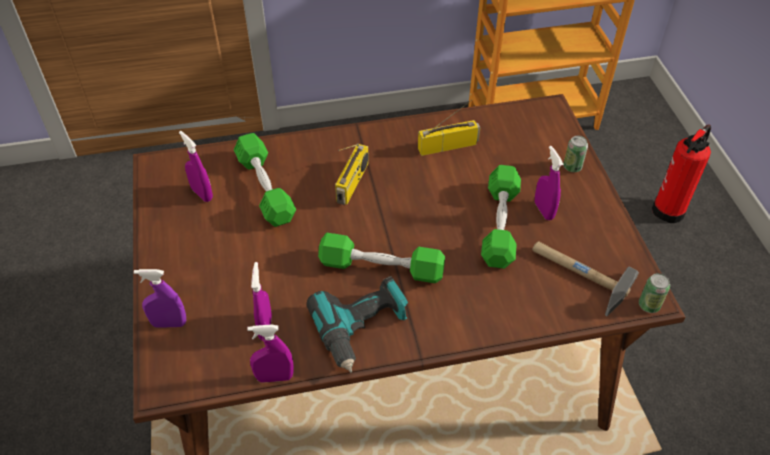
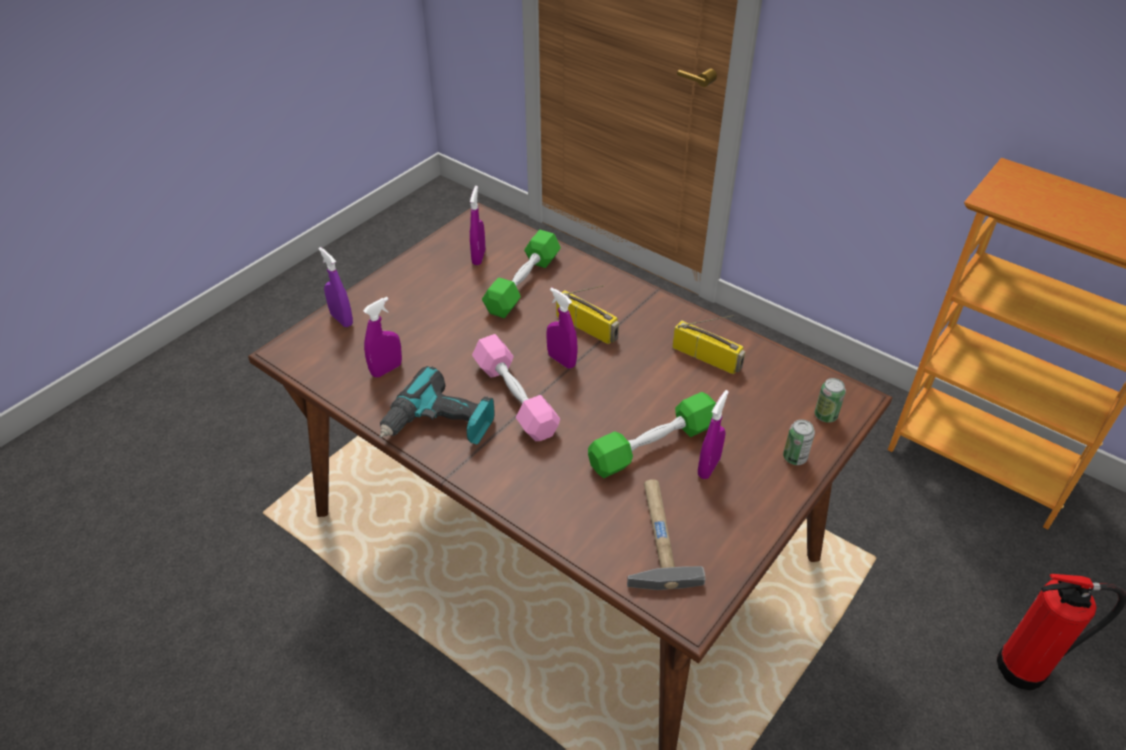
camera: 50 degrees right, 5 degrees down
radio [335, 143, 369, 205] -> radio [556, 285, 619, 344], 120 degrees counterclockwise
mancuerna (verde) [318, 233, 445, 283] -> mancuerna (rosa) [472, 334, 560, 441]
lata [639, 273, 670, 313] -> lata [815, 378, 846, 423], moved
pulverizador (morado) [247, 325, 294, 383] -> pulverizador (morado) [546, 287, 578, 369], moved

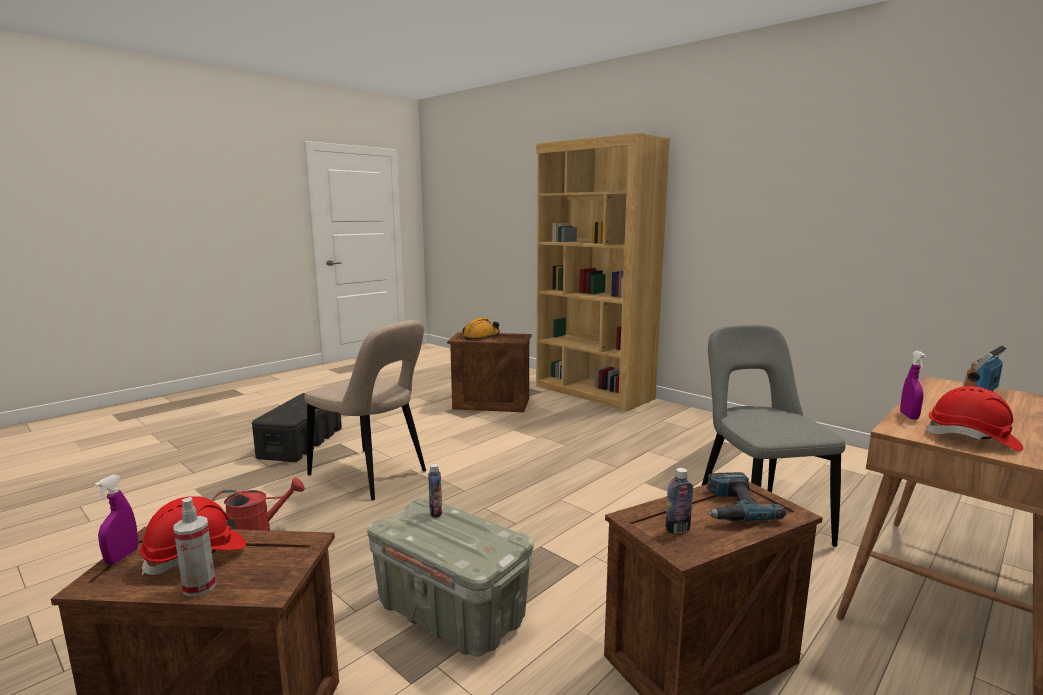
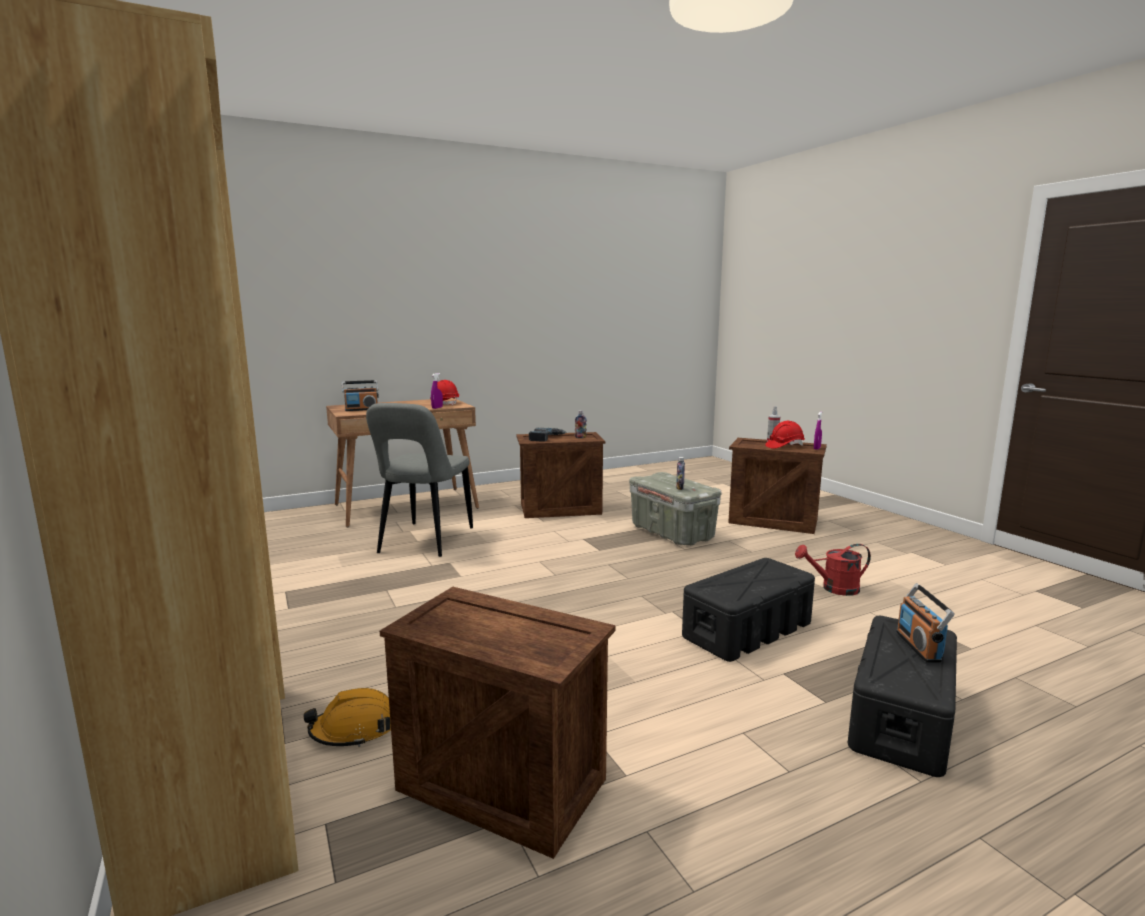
camera: 160 degrees left, 0 degrees up
casco (naranja) [462, 318, 500, 340] -> casco (naranja) [303, 688, 391, 747], moved
silla (beis) [304, 320, 426, 500] -> caja de almacenaje (negro) [682, 558, 815, 662]
none -> radio [896, 583, 955, 663]

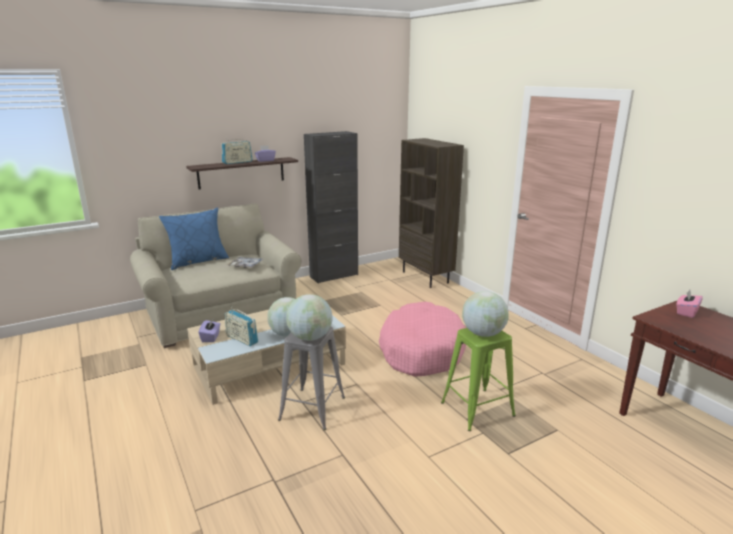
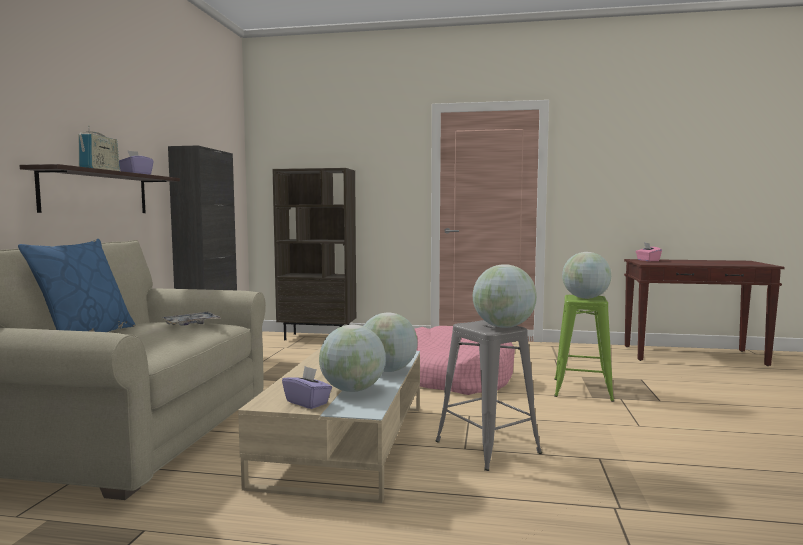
camera: 50 degrees left, 15 degrees down
radio [225, 307, 258, 346] -> globo terráqueo [319, 325, 386, 392]

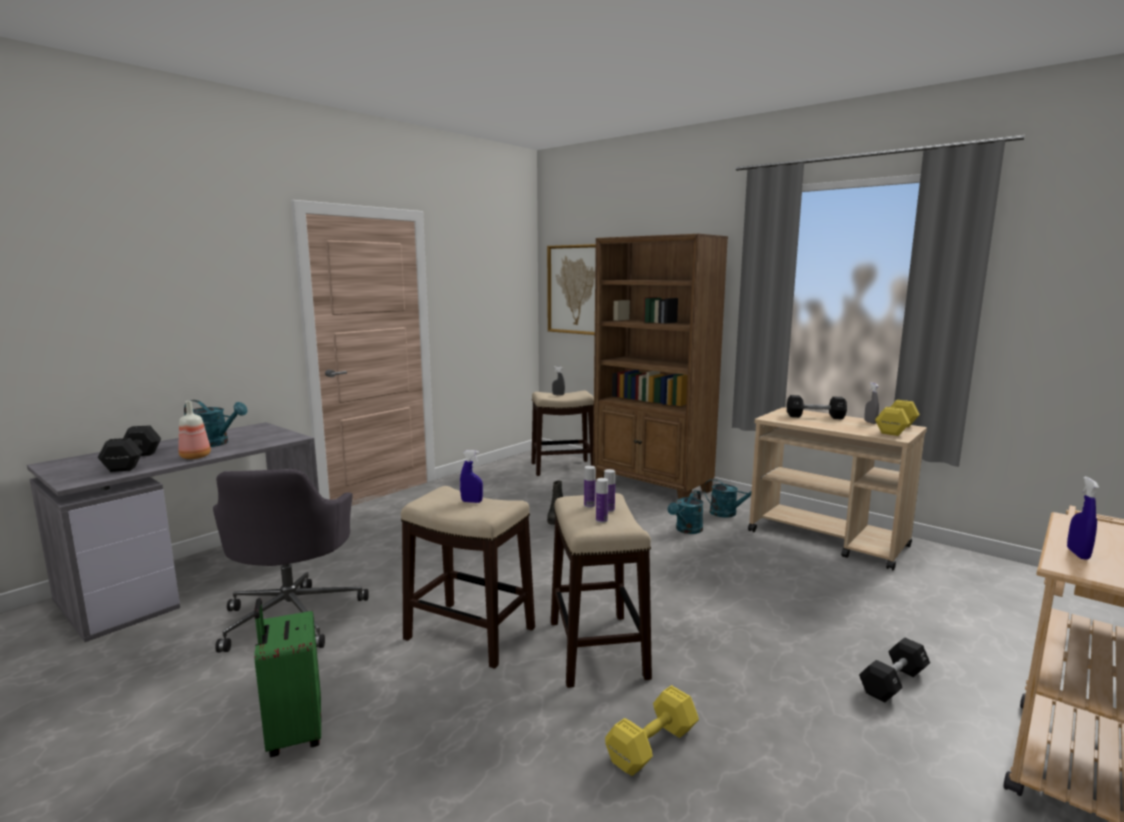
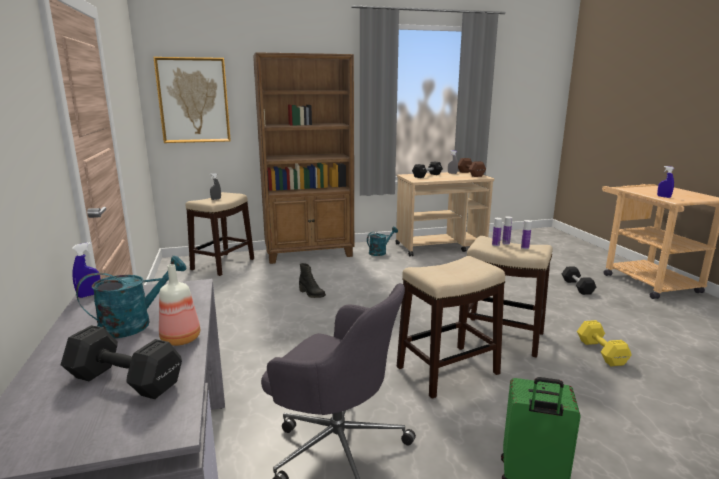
camera: 55 degrees left, 5 degrees up
mancuerna (amarillo) [875, 400, 920, 436] -> mancuerna (marrón) [458, 158, 486, 177]
pulverizador (azul) [460, 450, 483, 503] -> pulverizador (azul) [72, 242, 100, 298], moved
regadera (turquesa) [668, 490, 704, 534] -> none

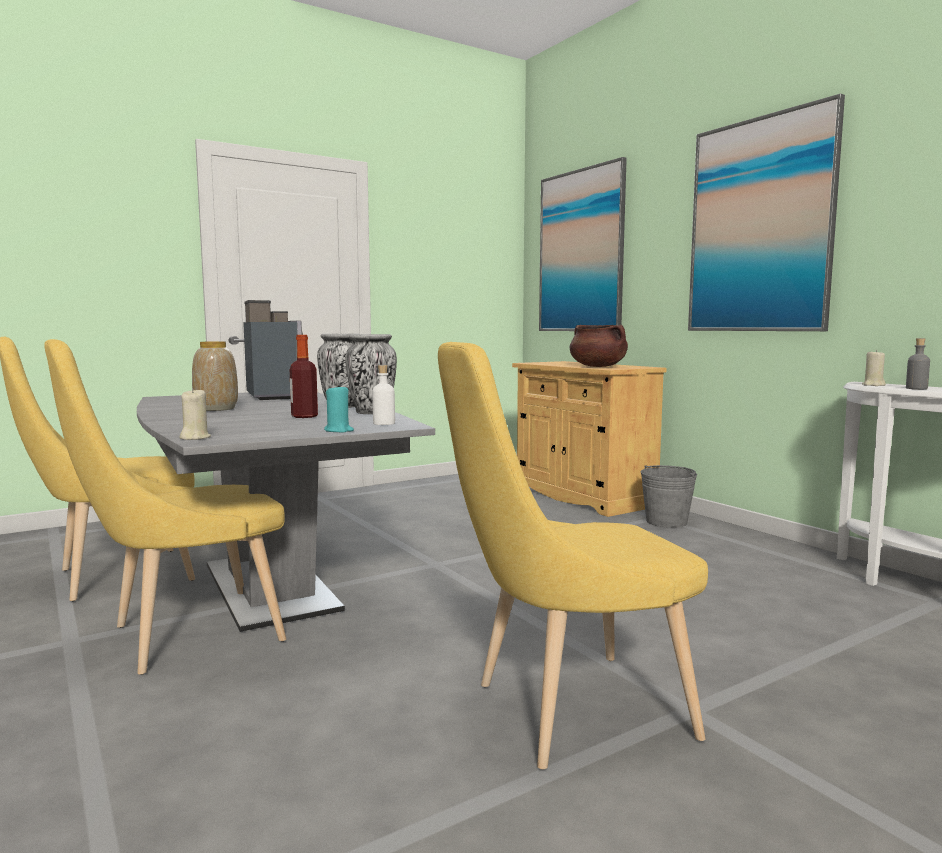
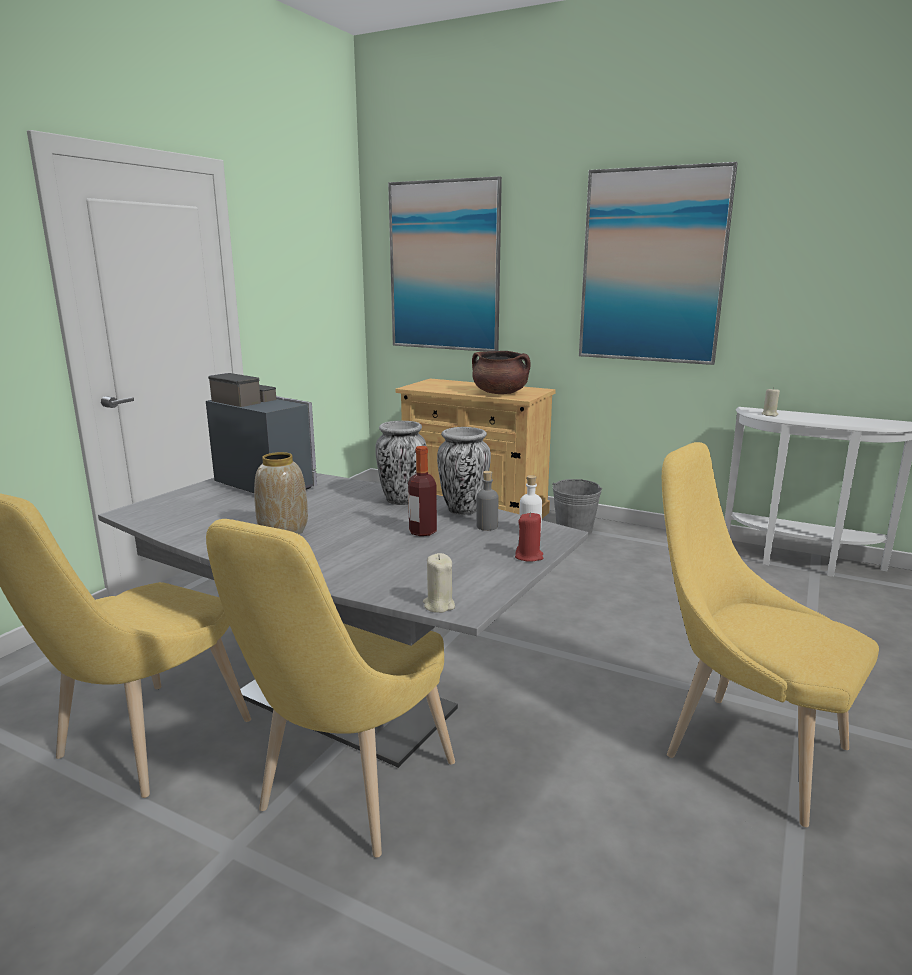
camera: 30 degrees left, 10 degrees up
botella (gris) [906, 338, 930, 389] -> botella (gris) [476, 471, 498, 531], moved
silla (amarillo) [438, 342, 708, 769] -> silla (amarillo) [662, 442, 879, 827], 90 degrees clockwise
vela (turquesa) [324, 384, 354, 433] -> vela (rojo) [515, 512, 543, 562]

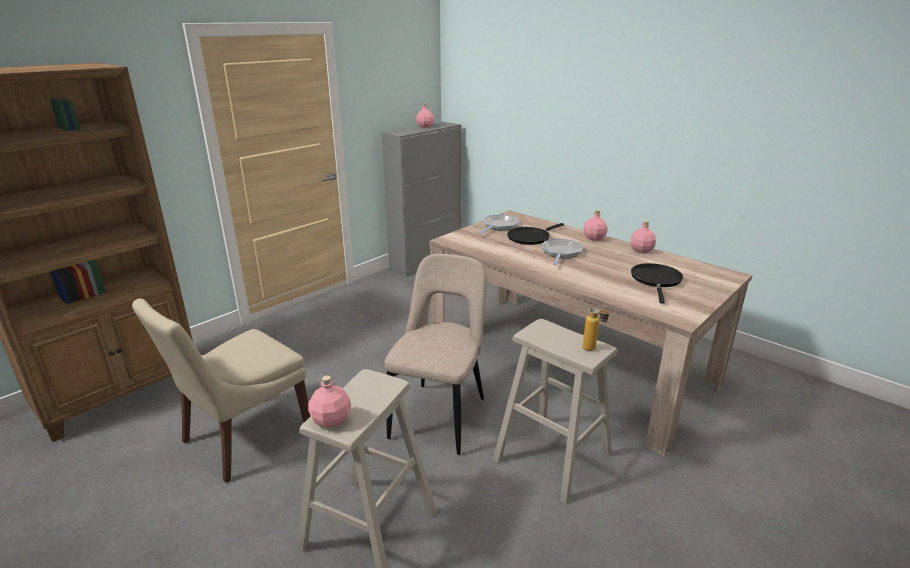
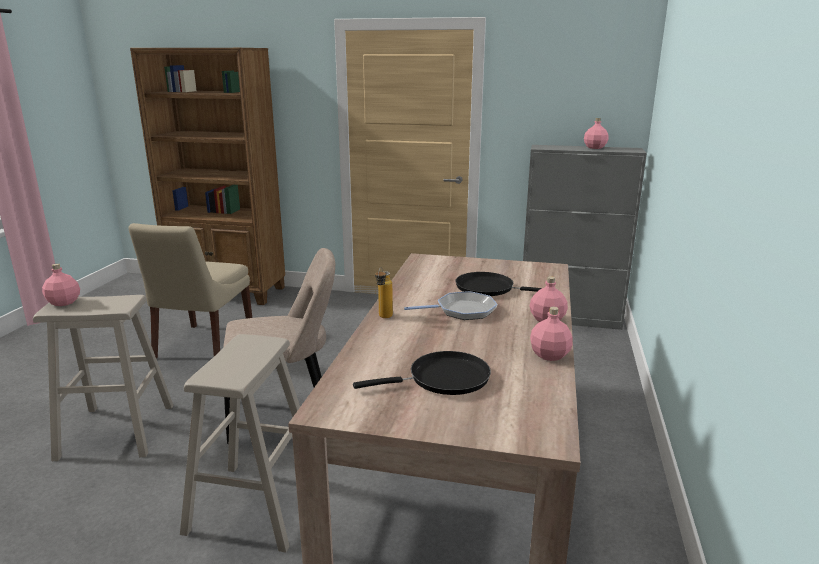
camera: 60 degrees right, 5 degrees down
sartén [479, 214, 520, 234] -> none
silla (beis) [132, 298, 311, 483] -> silla (beis) [129, 223, 252, 358], 90 degrees counterclockwise
botella [583, 306, 610, 351] -> botella [375, 267, 393, 318], moved

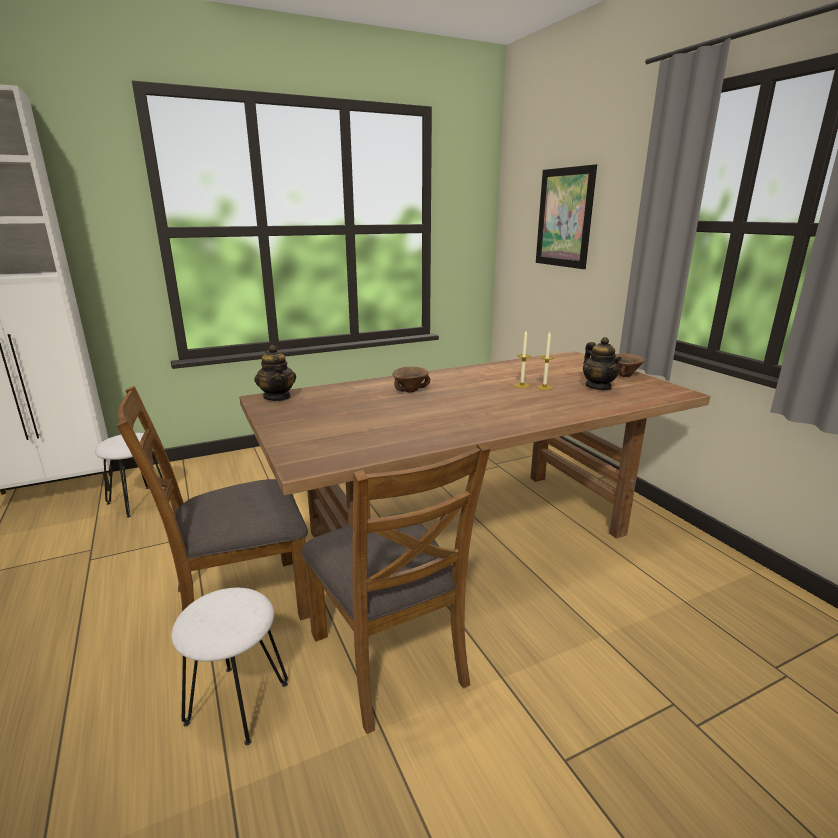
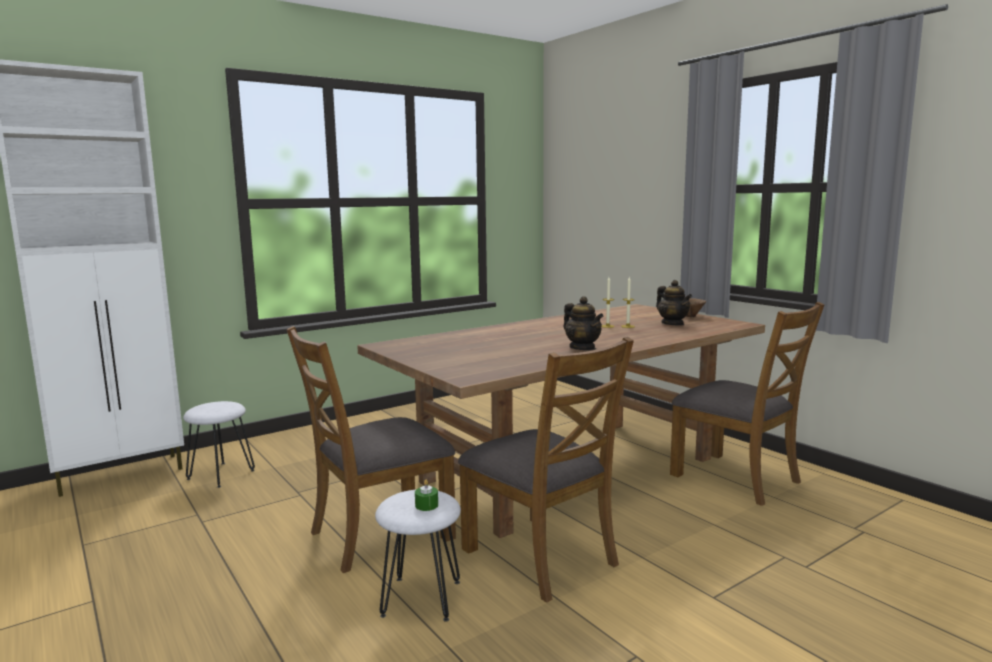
camera: 10 degrees left, 10 degrees down
cuadro [536, 164, 597, 269] -> none
tetera [254, 345, 296, 401] -> tetera [564, 296, 604, 350], moved
cuenco (marrón) [392, 367, 430, 393] -> none
none -> silla (marrón) [670, 302, 824, 506]
none -> vela (verde) [415, 480, 438, 511]

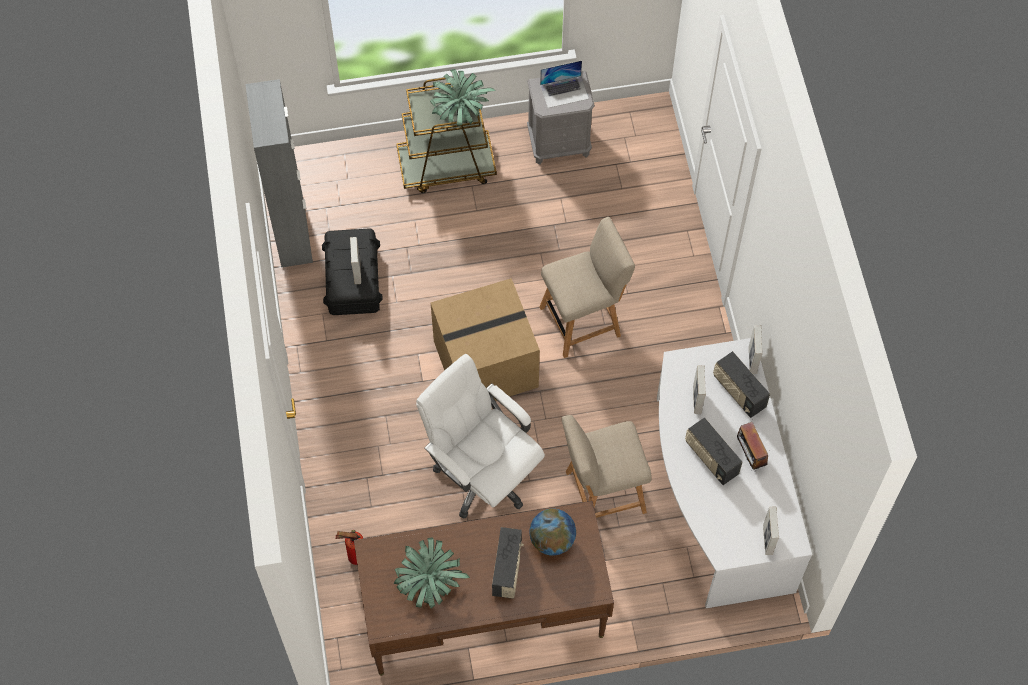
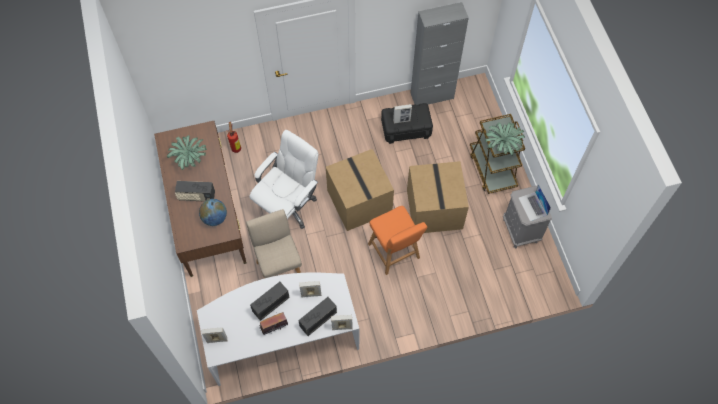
camera: 85 degrees right, 0 degrees up
silla (beis) [539, 217, 635, 358] -> silla (naranja) [368, 206, 427, 275]
none -> caja de cartón [407, 161, 469, 233]

